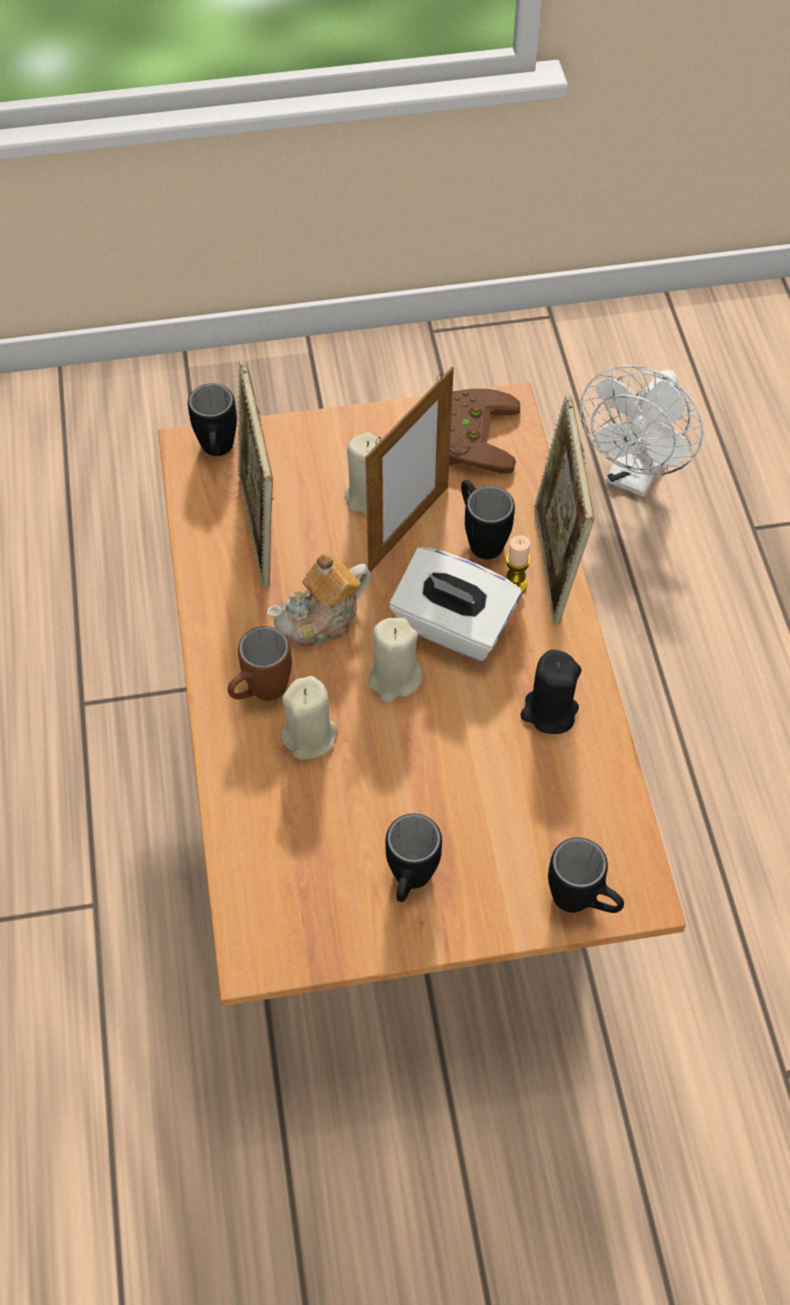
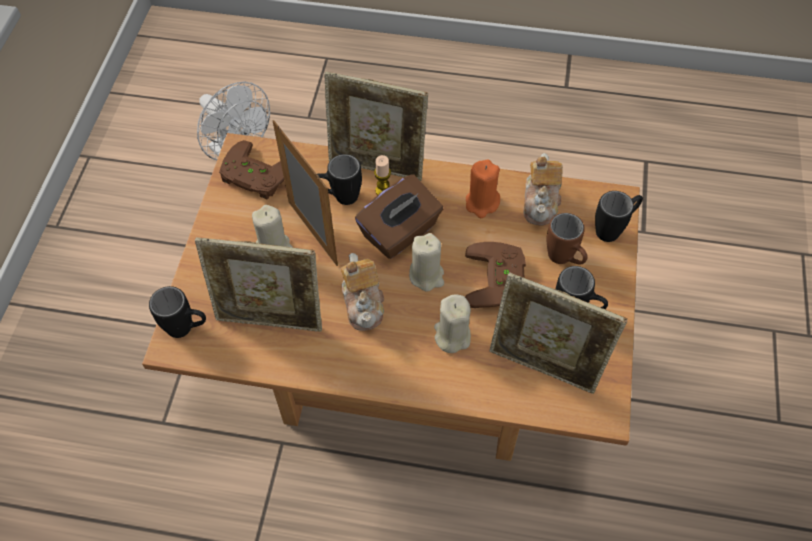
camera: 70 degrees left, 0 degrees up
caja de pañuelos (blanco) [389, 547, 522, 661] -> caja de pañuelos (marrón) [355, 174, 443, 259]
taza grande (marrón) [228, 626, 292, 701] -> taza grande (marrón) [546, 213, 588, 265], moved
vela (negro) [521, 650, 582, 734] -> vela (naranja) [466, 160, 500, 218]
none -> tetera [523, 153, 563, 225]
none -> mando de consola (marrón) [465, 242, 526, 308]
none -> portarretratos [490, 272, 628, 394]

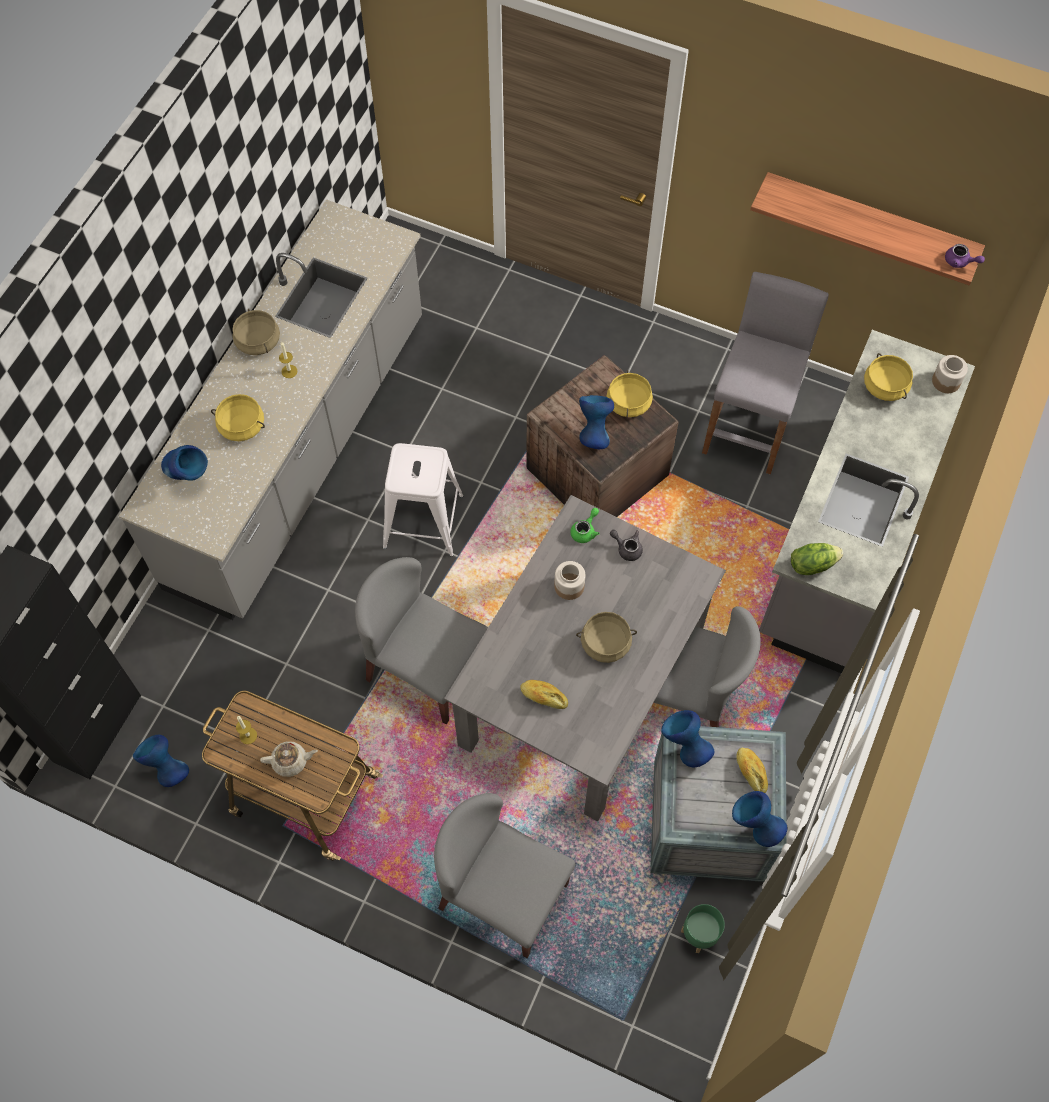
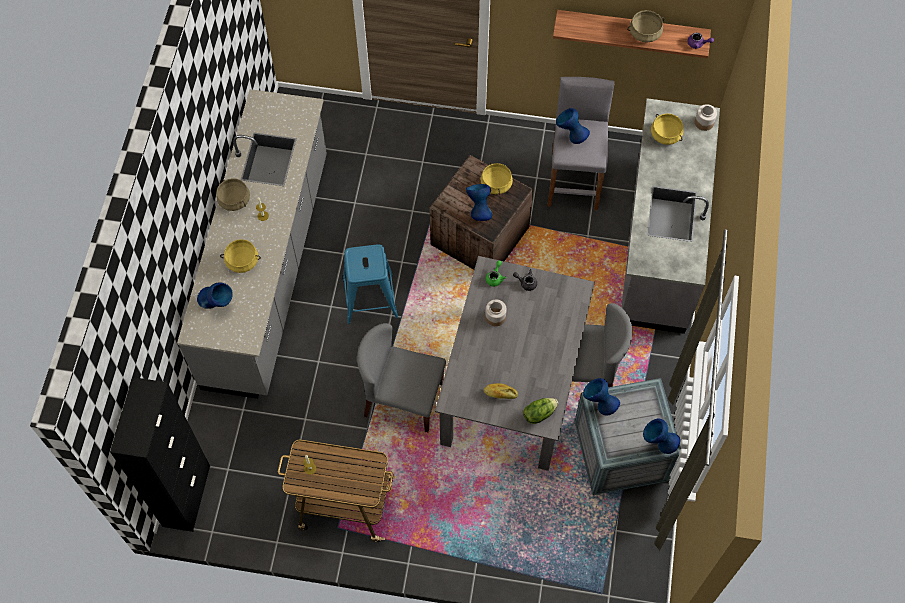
camera: 15 degrees left, 0 degrees up
taburete (blanco) [383, 443, 463, 557] -> taburete (azul) [343, 244, 398, 324]
lechuga [791, 543, 843, 575] -> lechuga [523, 398, 558, 424], moved
olla (beis) [576, 612, 637, 663] -> olla (beis) [627, 10, 665, 43], moved
florero (azul) [133, 735, 189, 787] -> florero (azul) [556, 108, 590, 144], moved
tetera (beis) [260, 741, 318, 777] -> none
pan [736, 748, 768, 793] -> none
silla (gris) [434, 793, 575, 958] -> none
maceta (verde) [681, 904, 725, 953] -> none

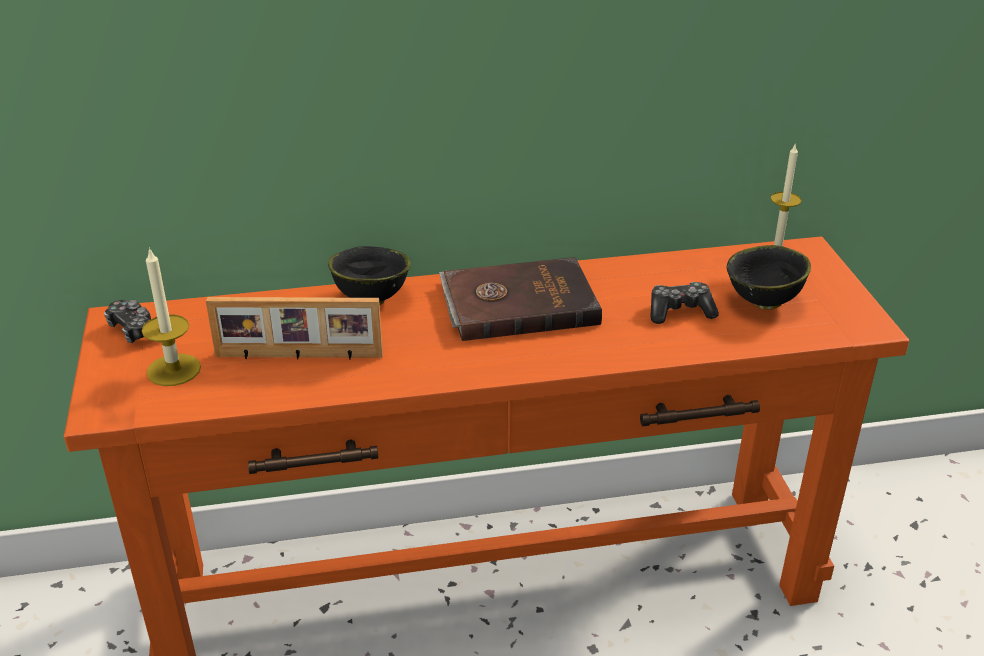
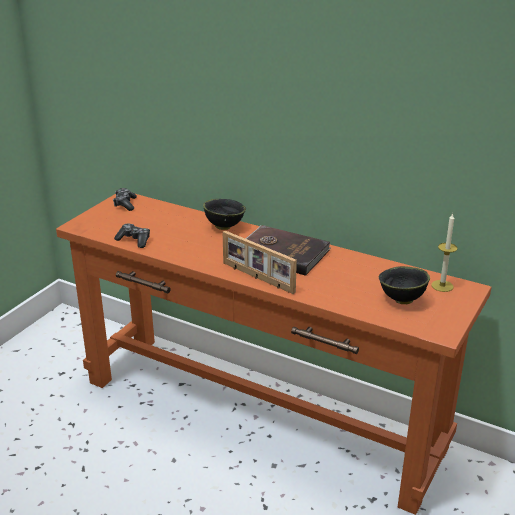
camera: 40 degrees right, 5 degrees down
vela [142, 247, 201, 386] -> none
mando de consola [650, 282, 719, 324] -> mando de consola [114, 224, 150, 248], moved
portarretratos [206, 297, 383, 360] -> portarretratos [223, 231, 297, 294], moved

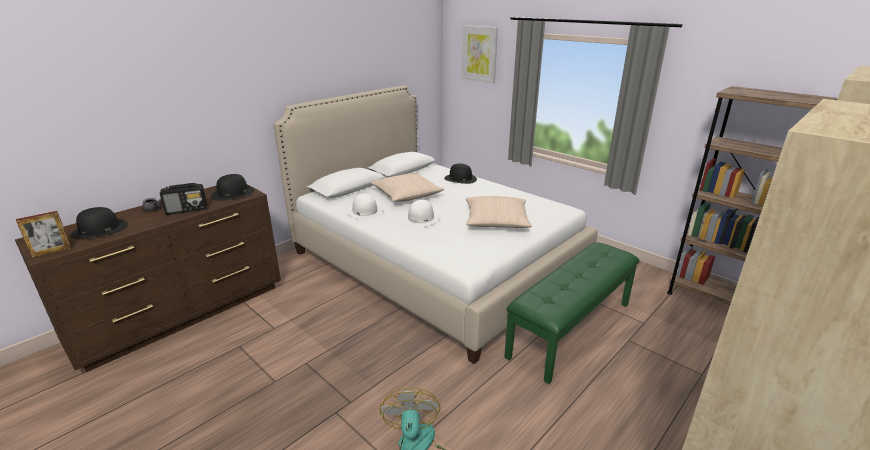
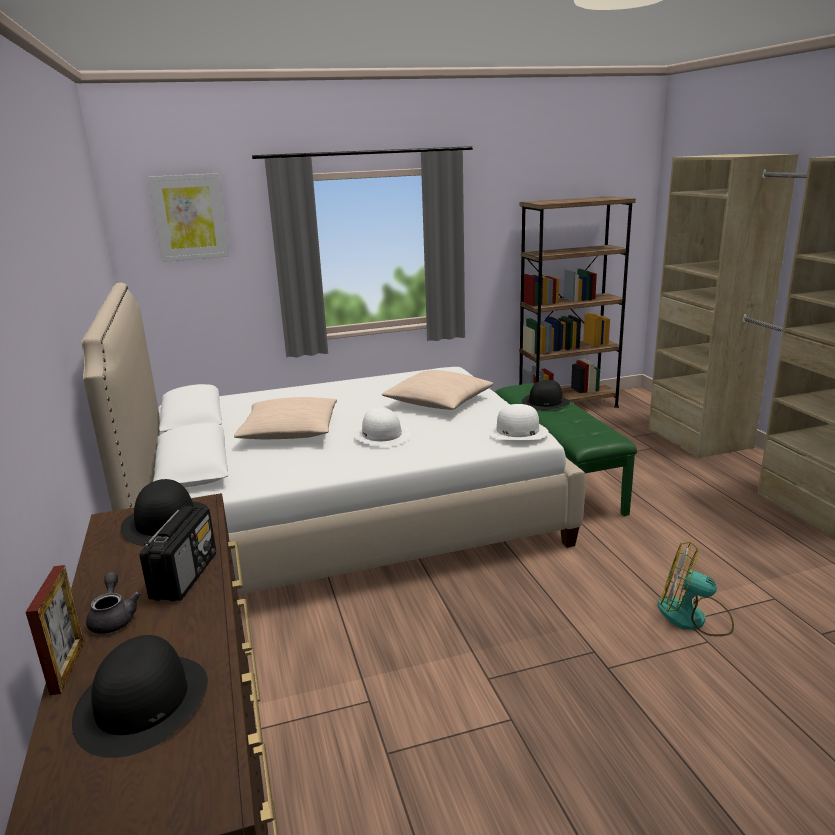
camera: 60 degrees left, 5 degrees down
sombrero (negro) [444, 164, 477, 184] -> sombrero (negro) [522, 380, 570, 411], moved
sombrero (blanco) [347, 193, 383, 220] -> sombrero (blanco) [487, 404, 549, 440], moved
portarretratos [16, 211, 71, 258] -> portarretratos [26, 565, 85, 695], moved

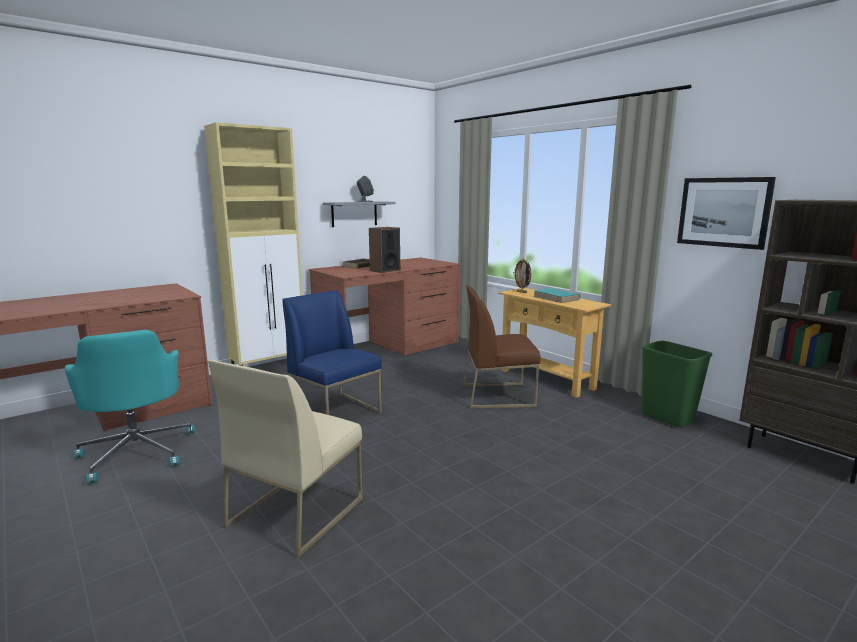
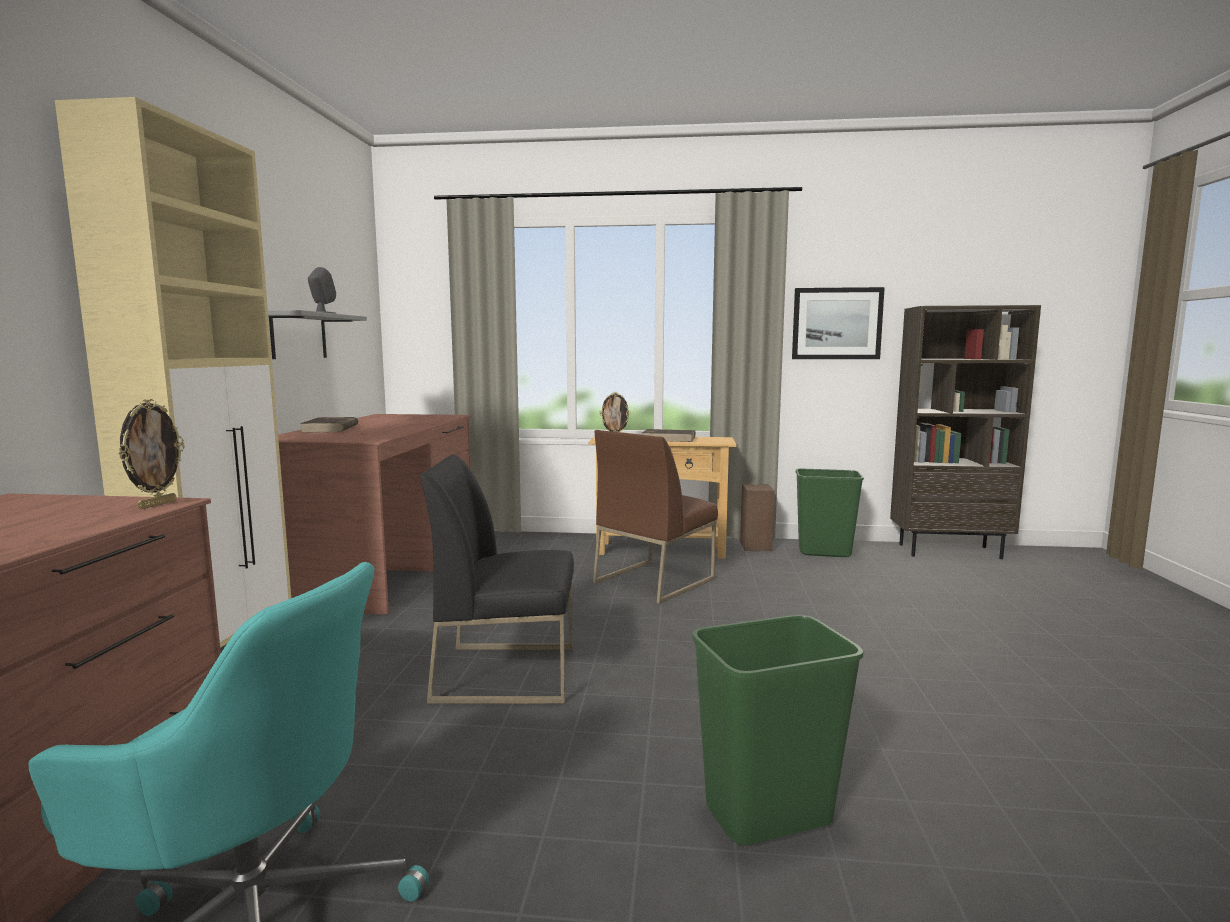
camera: 45 degrees left, 5 degrees down
altavoz [369, 227, 400, 273] -> altavoz [740, 484, 775, 551], moved
libro (turquesa) [534, 288, 581, 303] -> libro (marrón) [642, 429, 695, 442]
silla (azul) [282, 290, 382, 415] -> silla (negro) [420, 454, 574, 704]
silla (beis) [208, 360, 363, 558] -> papelera (verde) [692, 615, 863, 845]
none -> portarretratos [118, 399, 185, 509]

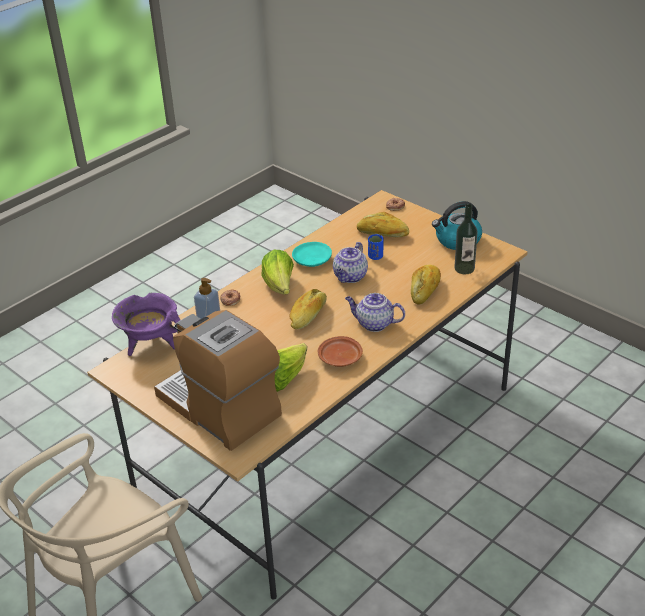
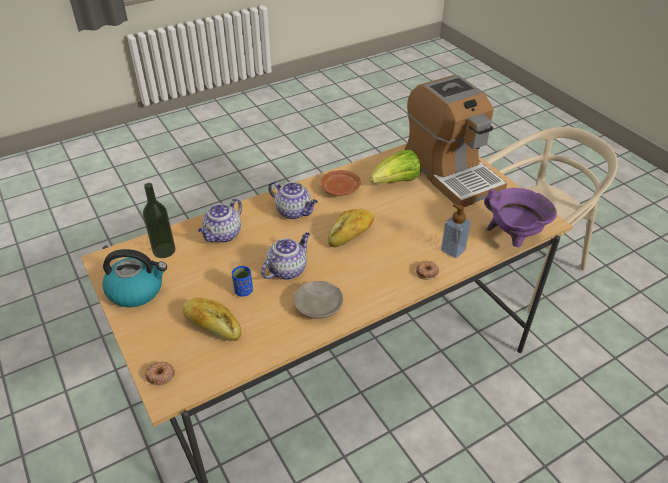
camera: 165 degrees left, 5 degrees up
plato (turquesa) [292, 242, 332, 267] -> plato (beis) [293, 281, 343, 319]
lechuga [261, 250, 294, 295] -> none
pan [411, 265, 441, 305] -> tetera [198, 198, 242, 243]

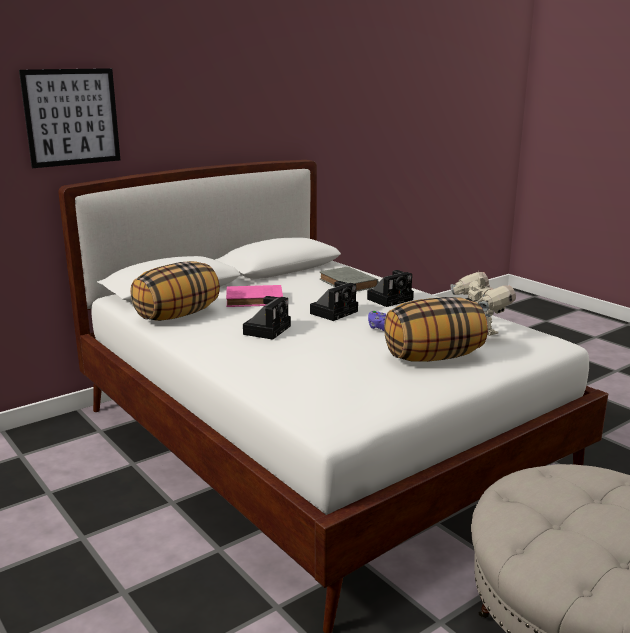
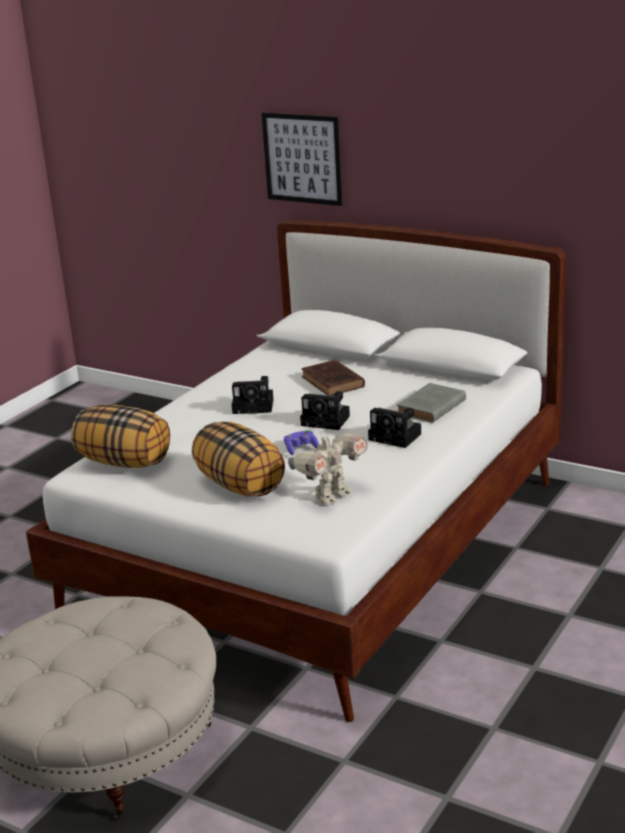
camera: 70 degrees right, 5 degrees up
cojín [131, 261, 220, 321] -> cojín [71, 405, 170, 468], moved
libro (rosa) [226, 285, 283, 307] -> libro (marrón) [302, 360, 365, 396]

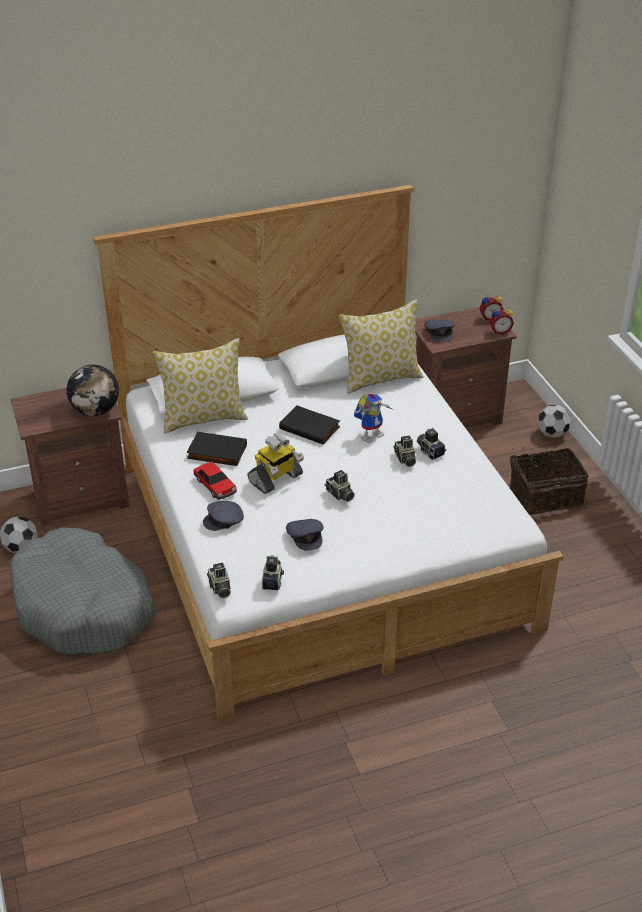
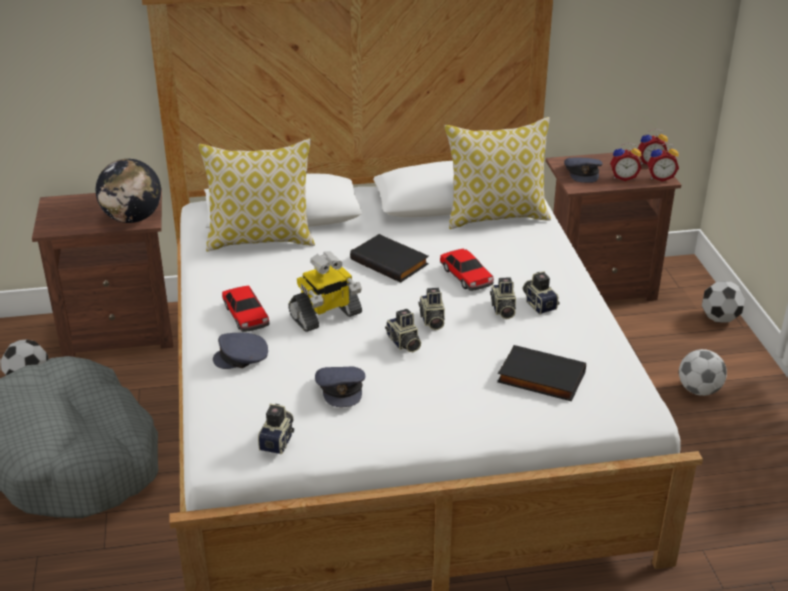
camera: 10 degrees right, 5 degrees down
robot de juguete [354, 394, 392, 443] -> coche de juguete [440, 249, 494, 291]
libro (negro) [187, 432, 247, 466] -> libro (negro) [497, 345, 586, 401], moved
cesta [510, 448, 589, 515] -> balón de fútbol [679, 349, 727, 396]
cámara [207, 563, 231, 598] -> cámara [419, 288, 445, 330], moved
none -> despertador [610, 143, 641, 181]

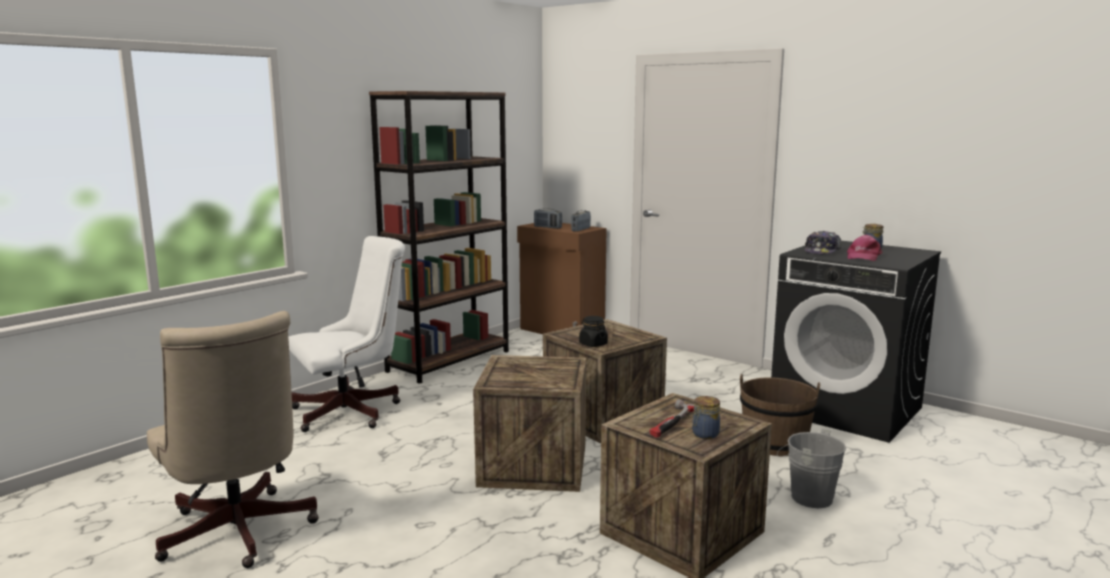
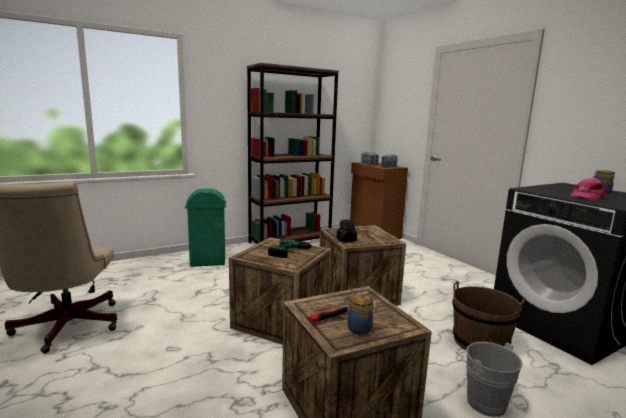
camera: 20 degrees right, 0 degrees up
gorra [804, 231, 841, 254] -> none
silla de oficina (blanco) [288, 236, 405, 432] -> papelera (verde) [185, 189, 226, 267]
none -> taladro [268, 239, 319, 258]

